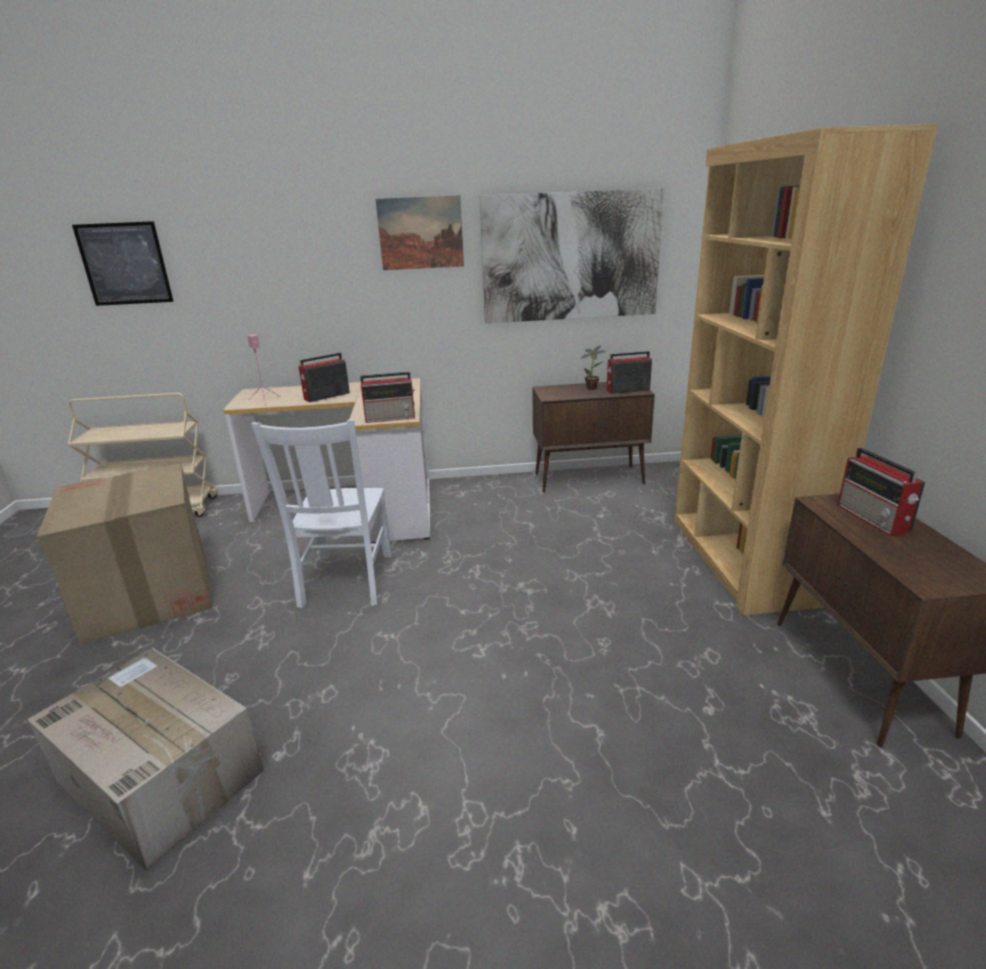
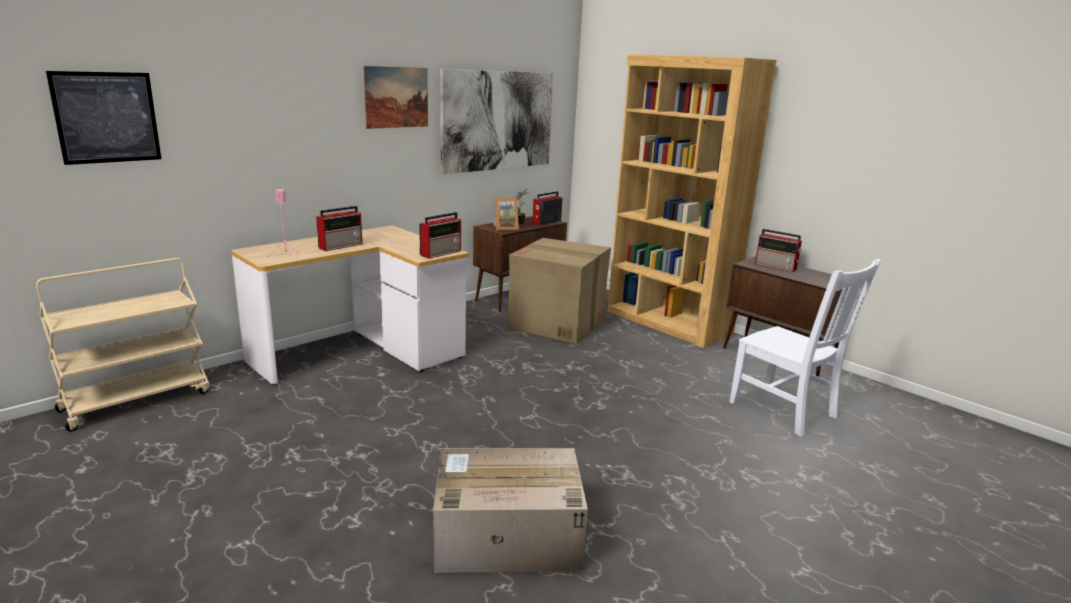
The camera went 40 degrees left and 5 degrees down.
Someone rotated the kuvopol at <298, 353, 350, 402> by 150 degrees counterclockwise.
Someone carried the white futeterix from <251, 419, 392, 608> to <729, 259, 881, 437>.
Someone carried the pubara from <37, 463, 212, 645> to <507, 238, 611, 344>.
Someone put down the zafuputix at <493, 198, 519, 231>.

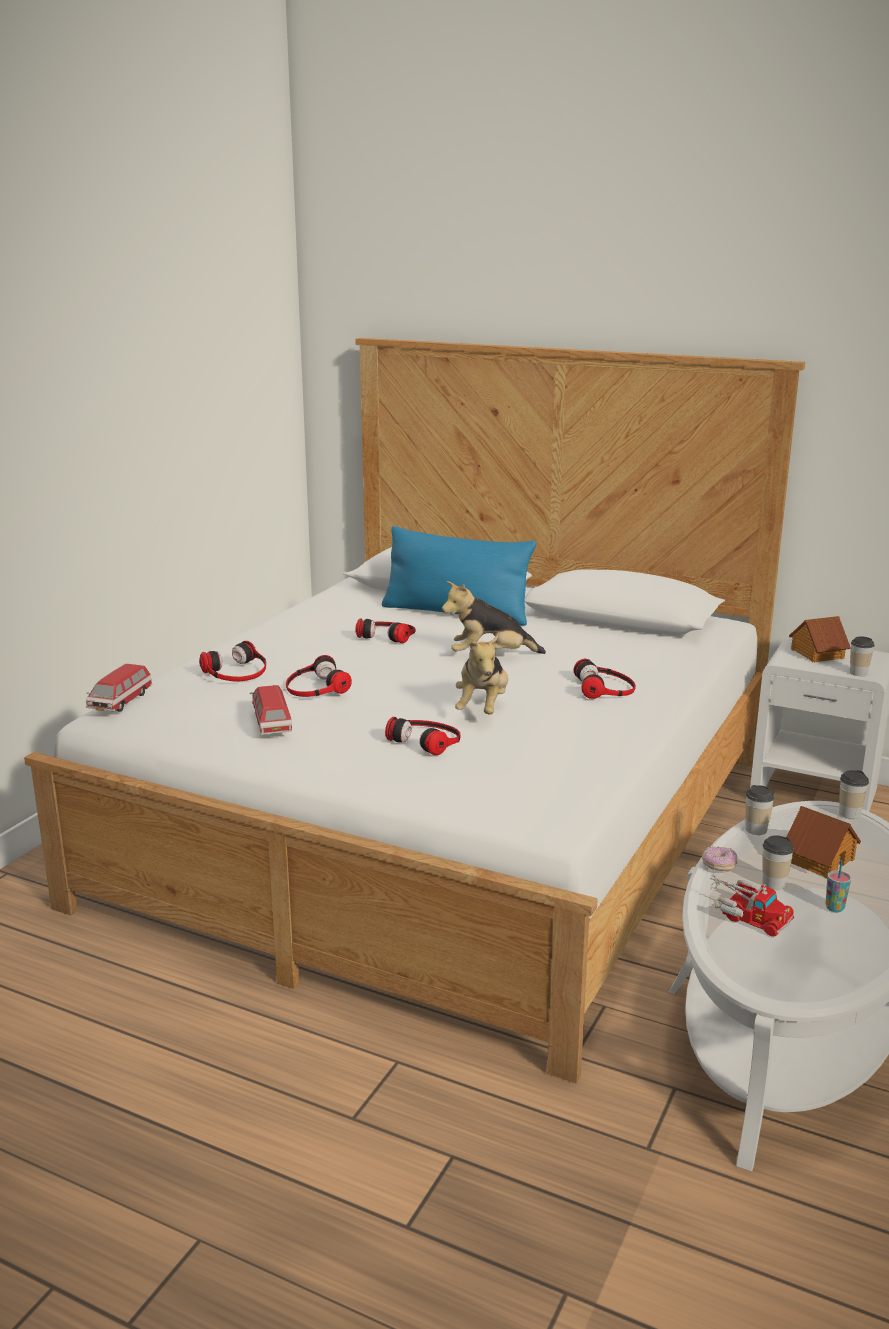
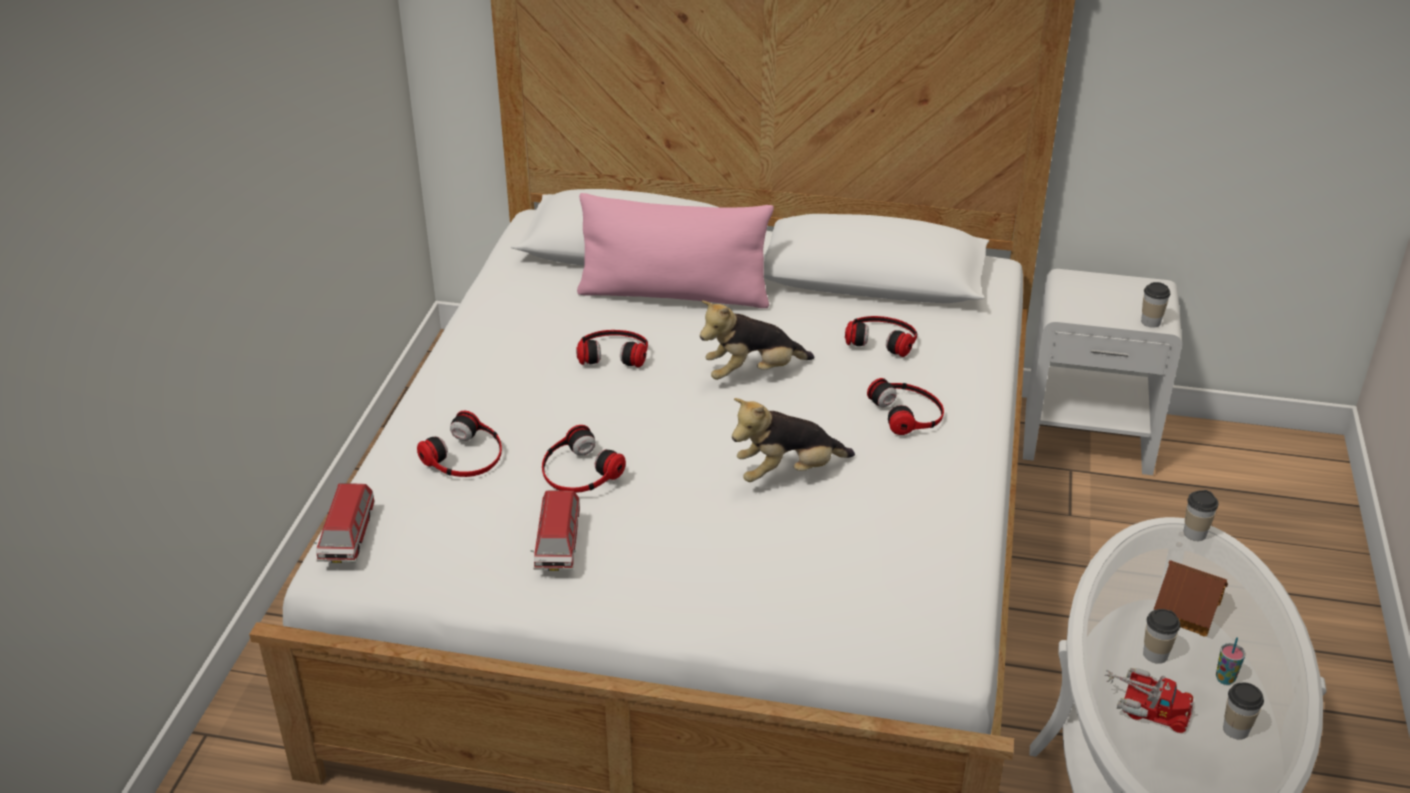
The camera went 15 degrees left and 15 degrees up.
Someone repainted the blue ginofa at <382, 526, 536, 626>, which became the pink ginofa at <577, 193, 774, 308>.
Someone took away the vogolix at <789, 616, 851, 662>.
Someone rotated the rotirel at <455, 635, 508, 714> by 75 degrees clockwise.
Someone rotated the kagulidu at <250, 685, 292, 735> by 150 degrees counterclockwise.
Someone carried the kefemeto from <385, 717, 461, 755> to <845, 316, 917, 357>.
Someone carried the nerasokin from <746, 785, 775, 835> to <1223, 683, 1264, 739>.
Someone took away the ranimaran at <702, 846, 737, 871>.

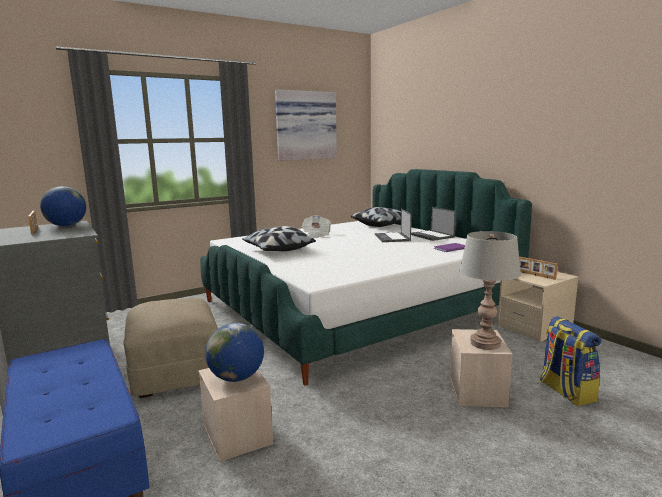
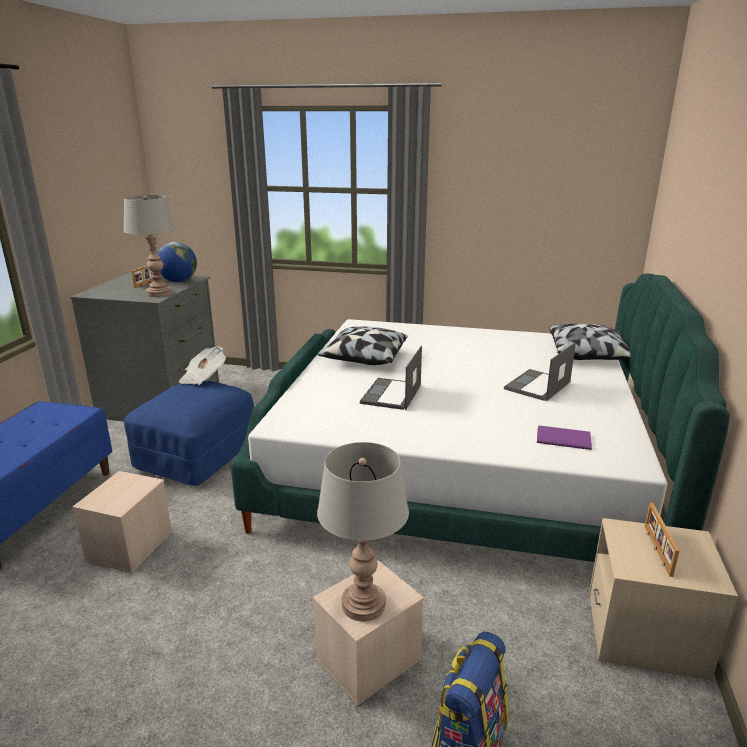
The camera went 45 degrees right and 10 degrees up.
Someone took away the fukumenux at <275, 90, 337, 161>.
Someone carried the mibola from <411, 207, 456, 241> to <360, 346, 422, 410>.
Someone carried the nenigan from <302, 215, 331, 238> to <179, 346, 226, 385>.
Someone repainted the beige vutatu at <123, 298, 218, 398>, which became the blue vutatu at <124, 380, 254, 486>.
Someone took away the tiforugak at <205, 323, 264, 382>.
Someone put down the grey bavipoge at <124, 195, 176, 297>.

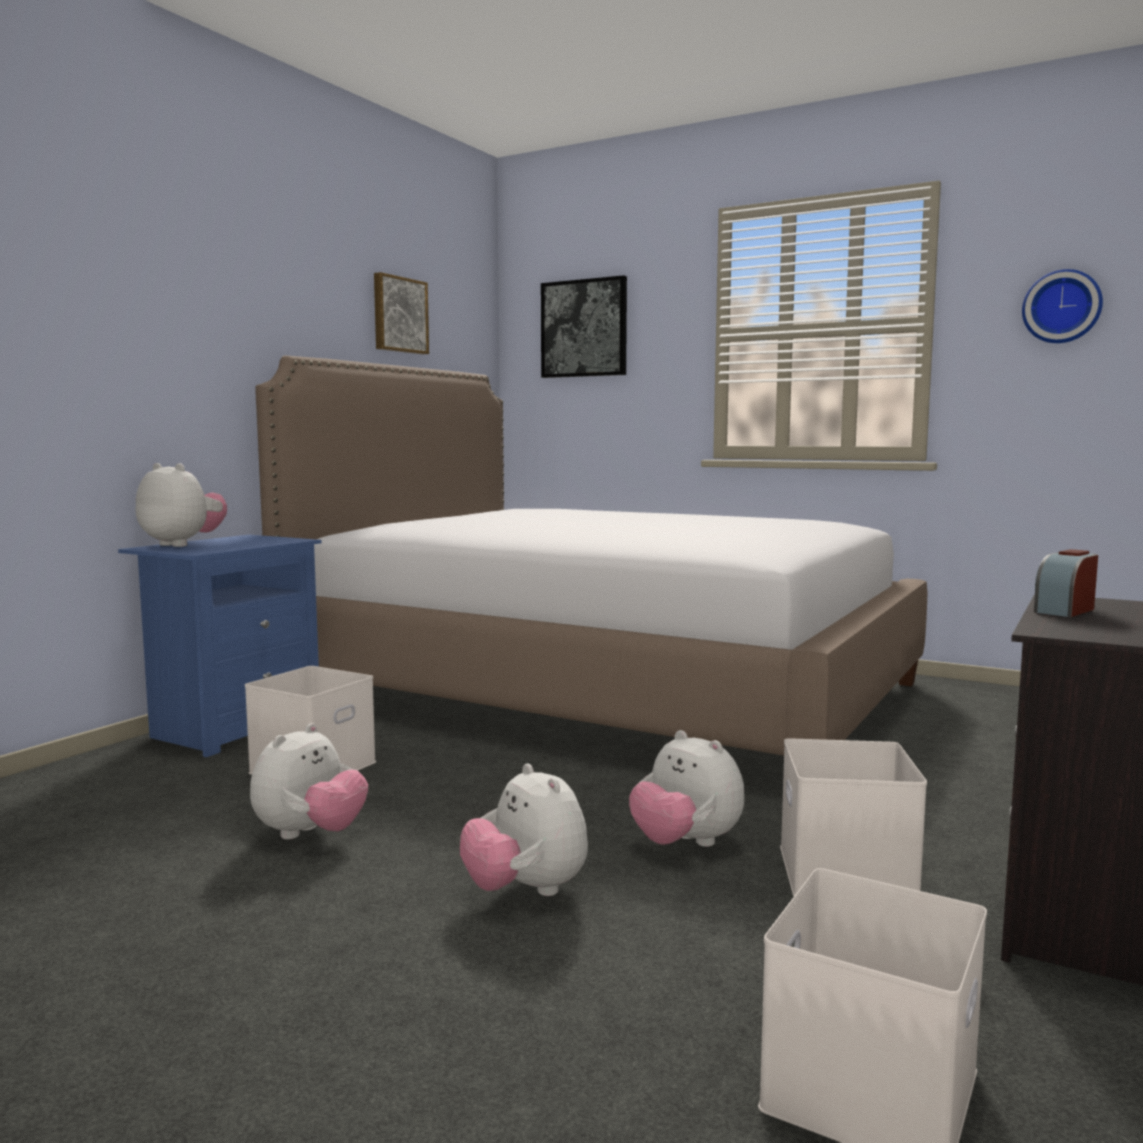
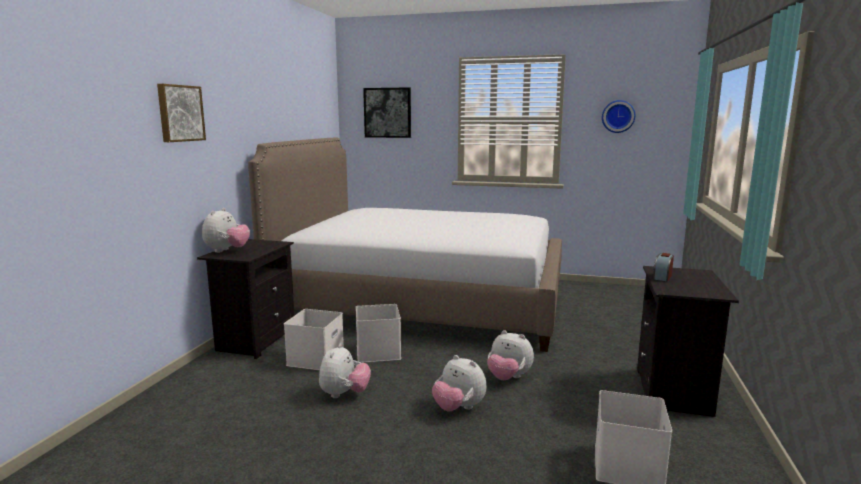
The camera went 15 degrees left and 5 degrees up.
Someone carried the fukumenux from <374, 272, 429, 354> to <157, 84, 206, 142>.
Someone rotated the rotirel at <135, 463, 227, 547> by 90 degrees clockwise.
Someone repainted the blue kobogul at <118, 535, 321, 757>, which became the black kobogul at <197, 239, 295, 359>.
Someone carried the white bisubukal from <780, 738, 927, 896> to <356, 304, 401, 363>.

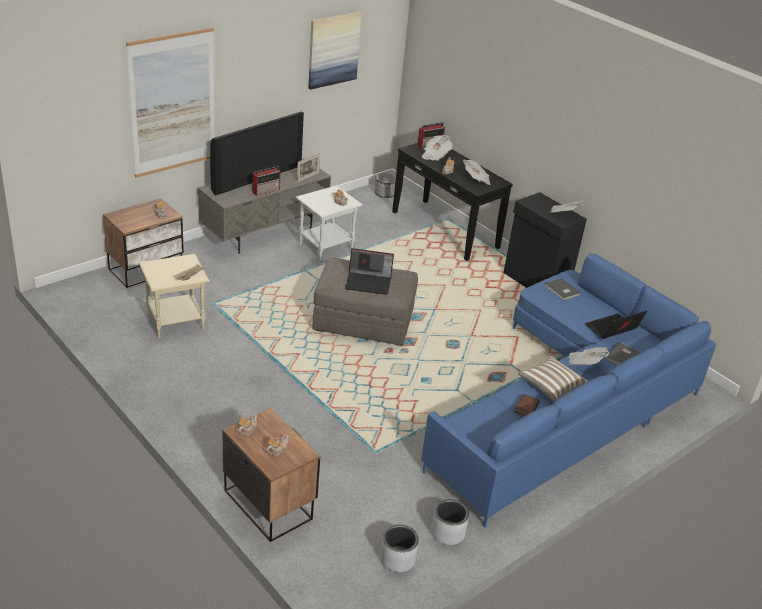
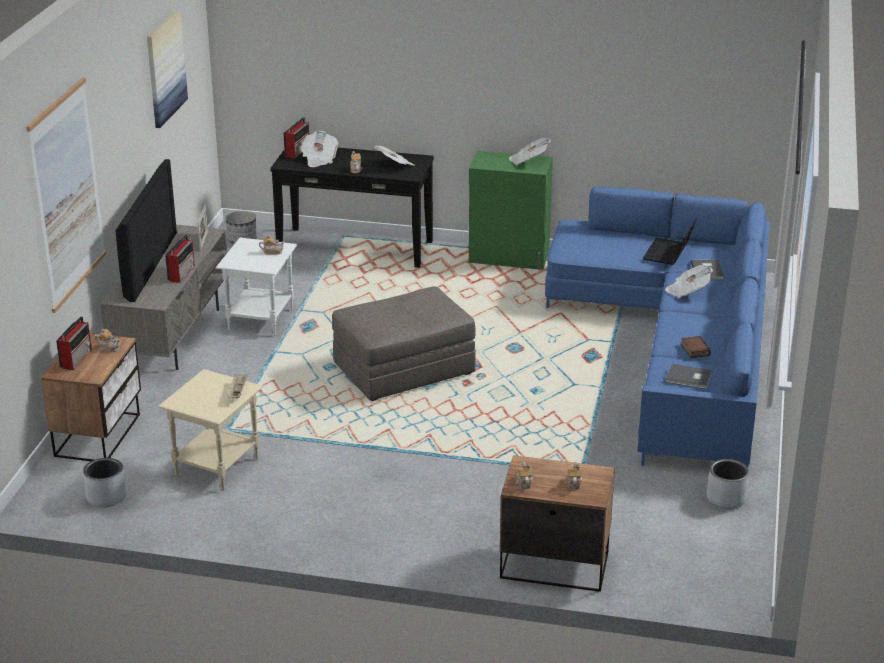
The camera went 35 degrees left and 5 degrees down.
Someone repainted the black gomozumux at <504, 192, 587, 288>, which became the green gomozumux at <469, 151, 553, 270>.
Someone took away the mibola at <345, 248, 394, 295>.
Someone carried the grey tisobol from <545, 278, 581, 300> to <665, 364, 712, 389>.
Someone took away the ginofa at <518, 356, 587, 402>.
Someone carried the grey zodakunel from <380, 524, 419, 572> to <83, 458, 126, 507>.
Someone put down the kuvopol at <56, 316, 92, 370>.

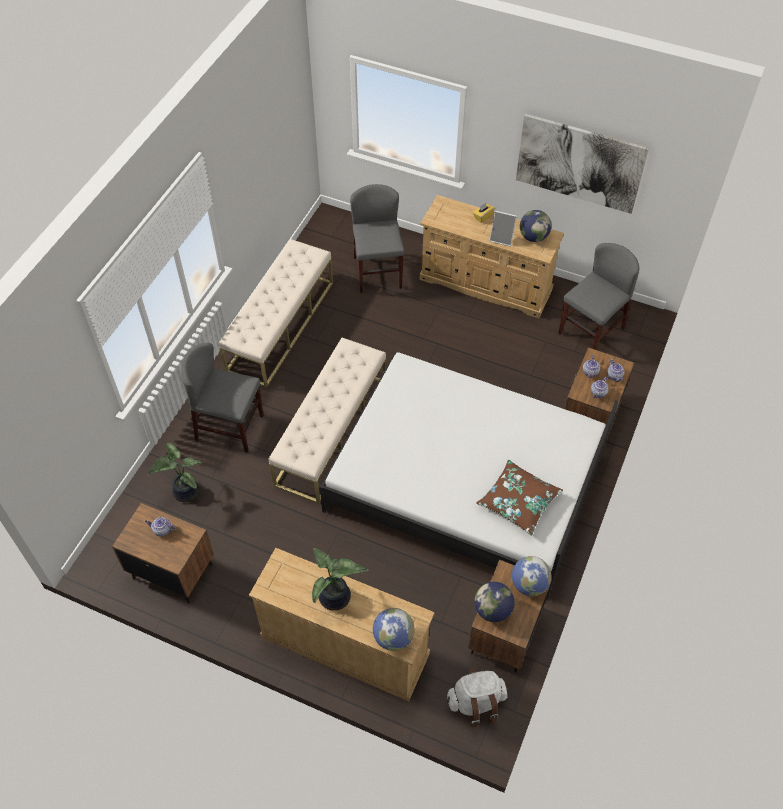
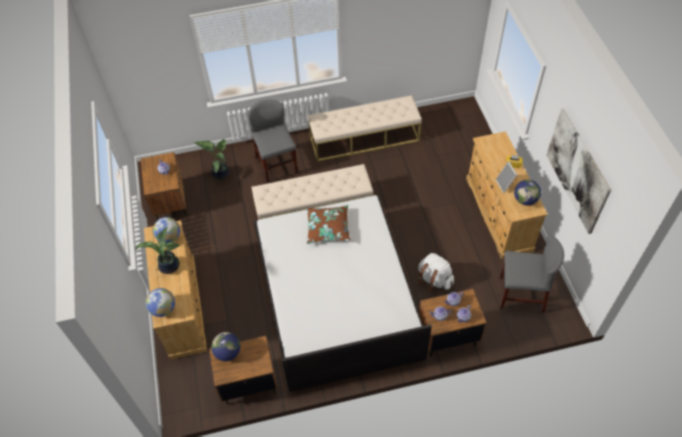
The camera went 55 degrees right and 0 degrees up.
Someone took away the grey futeterix at <350, 184, 404, 293>.
Someone carried the brown ginofa from <476, 460, 563, 536> to <306, 205, 350, 244>.
Someone carried the tiforugak from <512, 556, 552, 596> to <153, 217, 180, 243>.
Someone carried the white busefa from <446, 669, 507, 727> to <418, 253, 454, 292>.

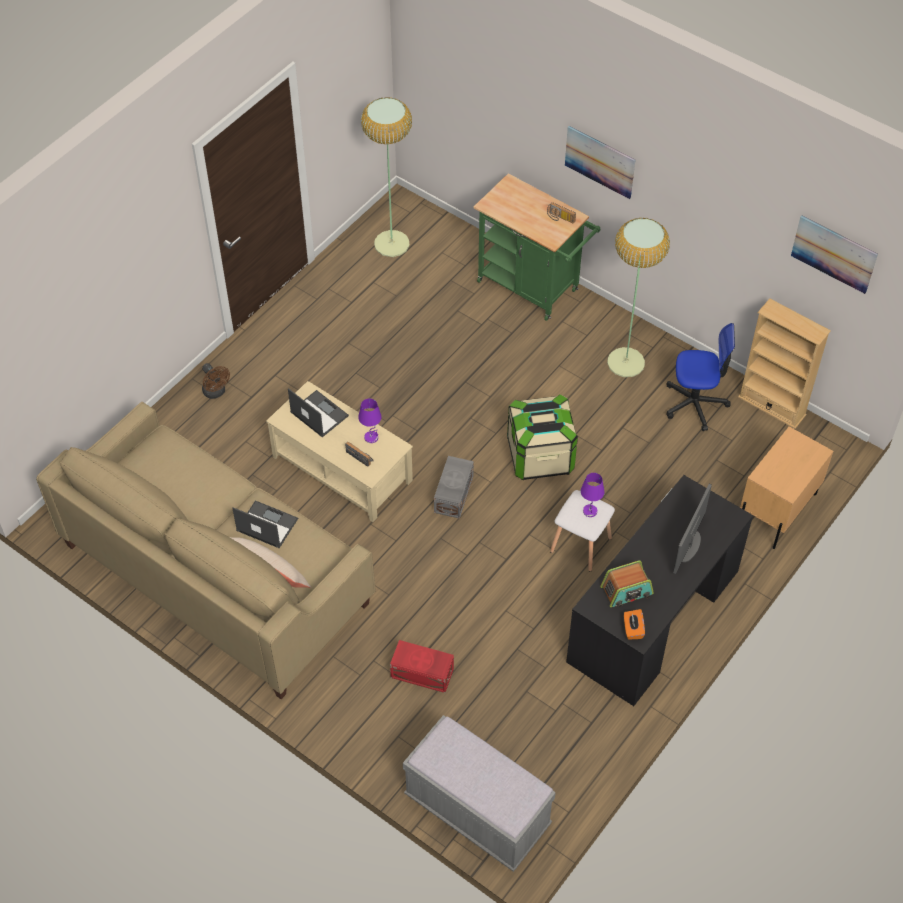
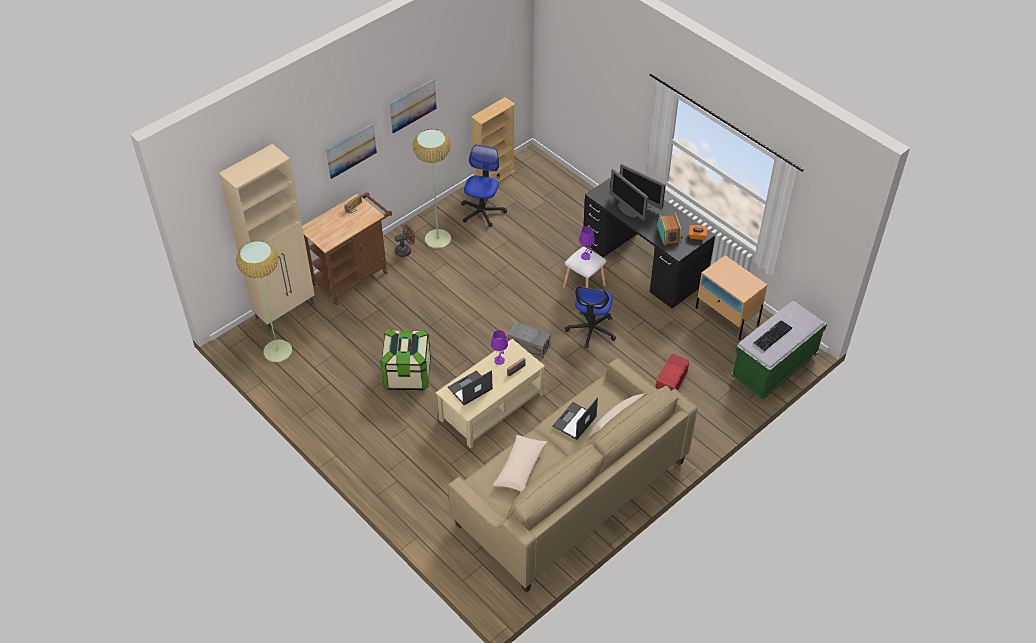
The camera went 80 degrees left and 5 degrees down.
Someone repainted the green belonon at <473, 173, 600, 321>, which became the brown belonon at <302, 192, 392, 306>.
Someone carried the fukumenux from <791, 215, 878, 294> to <390, 79, 437, 134>.
Someone carried the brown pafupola from <202, 363, 230, 399> to <395, 225, 415, 257>.
Someone carried the bisubukal from <507, 394, 578, 480> to <380, 330, 431, 391>.
Someone carried the beige kobogul from <740, 427, 833, 549> to <696, 255, 768, 340>.
Someone repainted the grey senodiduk at <403, 715, 556, 872>, which became the green senodiduk at <731, 301, 827, 399>.
Someone put down the beige gomozumux at <219, 144, 315, 331>.
Someone put down the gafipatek at <610, 169, 648, 221>.
Someone put down the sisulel at <565, 286, 616, 349>.
Someone put down the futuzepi at <754, 320, 792, 351>.
Someone put down the beige ginofa at <493, 435, 548, 492>.

